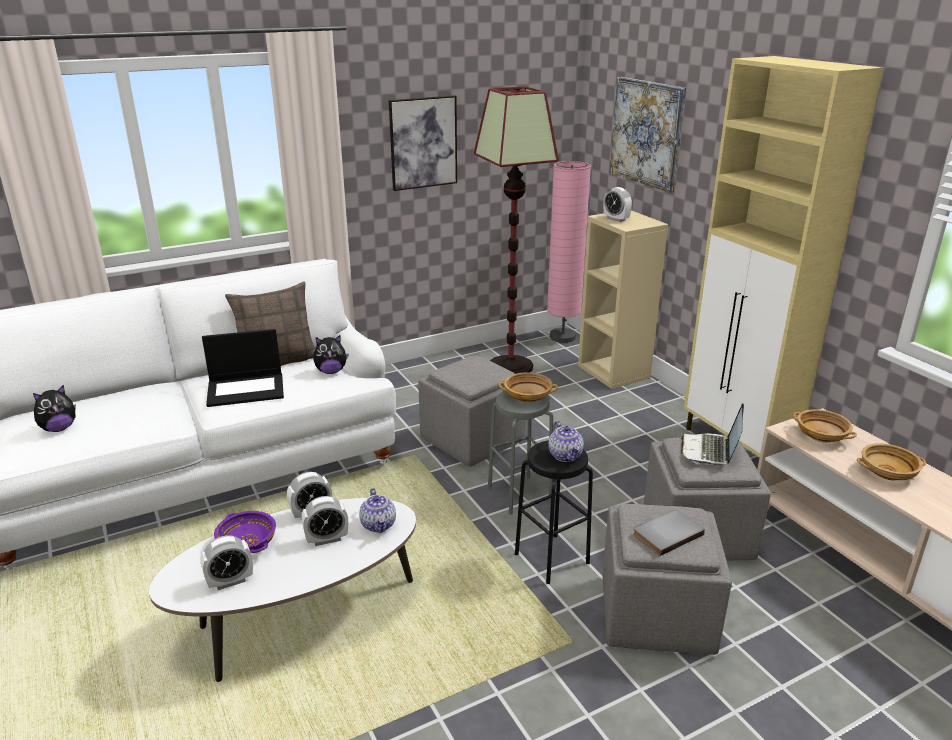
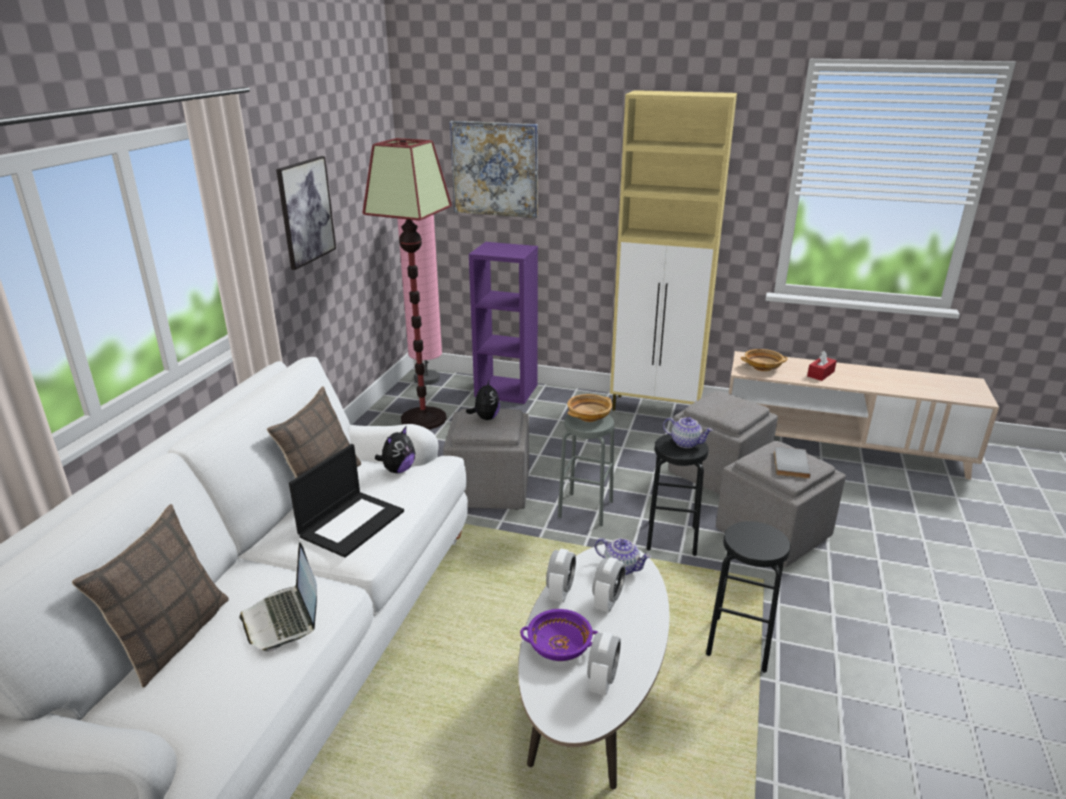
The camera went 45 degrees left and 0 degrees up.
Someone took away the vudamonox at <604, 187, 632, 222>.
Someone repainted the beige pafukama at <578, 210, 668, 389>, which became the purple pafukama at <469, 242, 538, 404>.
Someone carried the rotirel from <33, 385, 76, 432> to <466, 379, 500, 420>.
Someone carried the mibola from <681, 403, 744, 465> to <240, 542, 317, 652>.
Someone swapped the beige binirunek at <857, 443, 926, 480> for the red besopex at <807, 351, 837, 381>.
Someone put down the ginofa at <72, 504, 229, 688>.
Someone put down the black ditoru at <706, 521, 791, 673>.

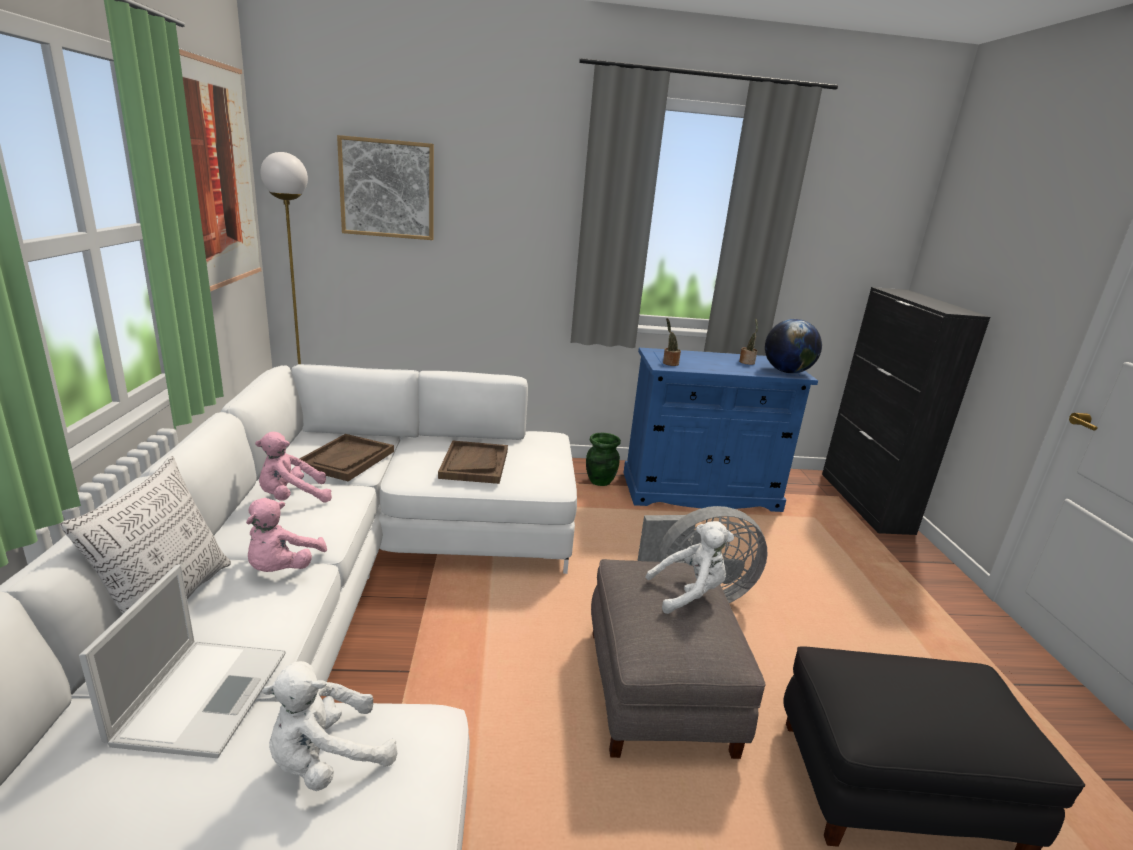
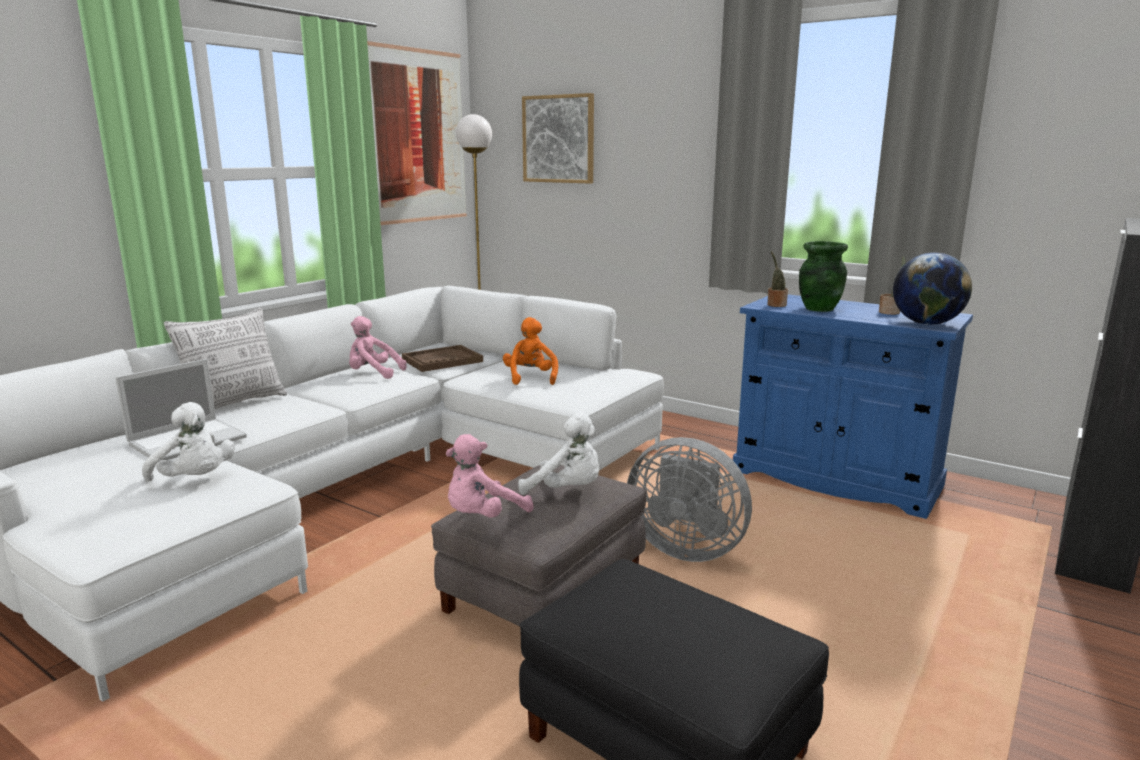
The camera went 40 degrees right and 5 degrees down.
Someone carried the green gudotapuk from <586, 433, 621, 486> to <799, 241, 848, 312>.
Someone swapped the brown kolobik at <438, 440, 508, 484> for the orange rotirel at <503, 317, 558, 385>.
Someone carried the pink rotirel from <246, 497, 327, 572> to <446, 434, 533, 518>.
Someone rotated the white rotirel at <262, 661, 398, 791> by 150 degrees counterclockwise.

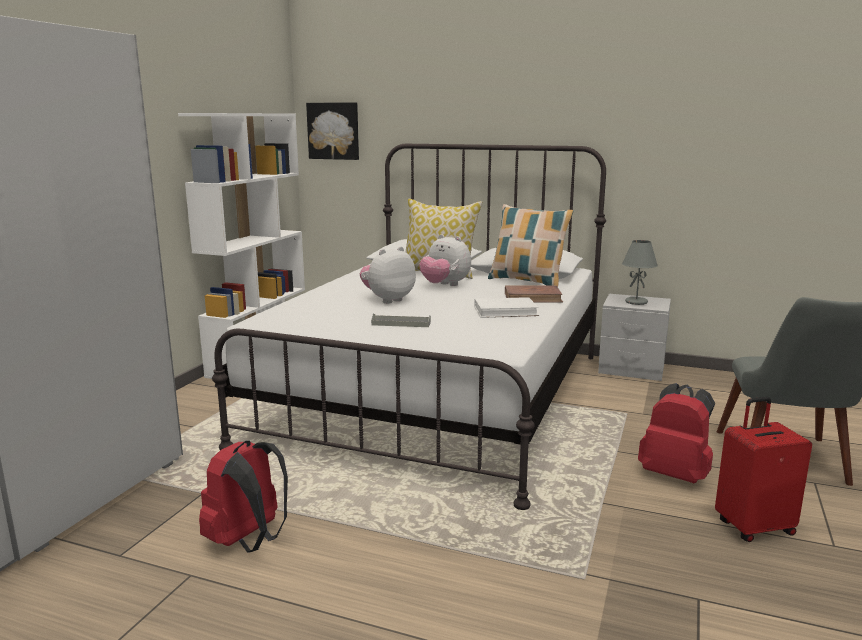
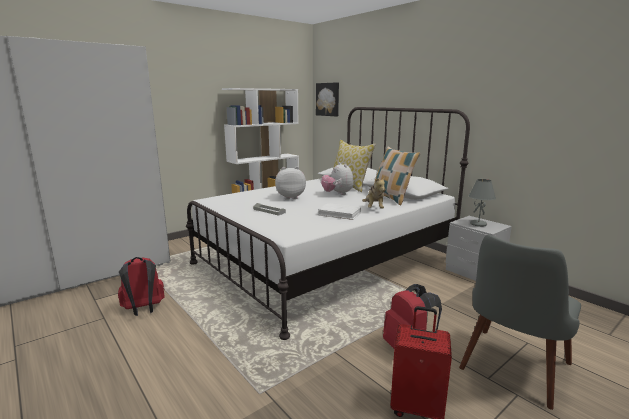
The camera went 30 degrees right and 0 degrees up.
Someone swapped the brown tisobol at <505, 285, 563, 303> for the rotirel at <362, 177, 386, 209>.

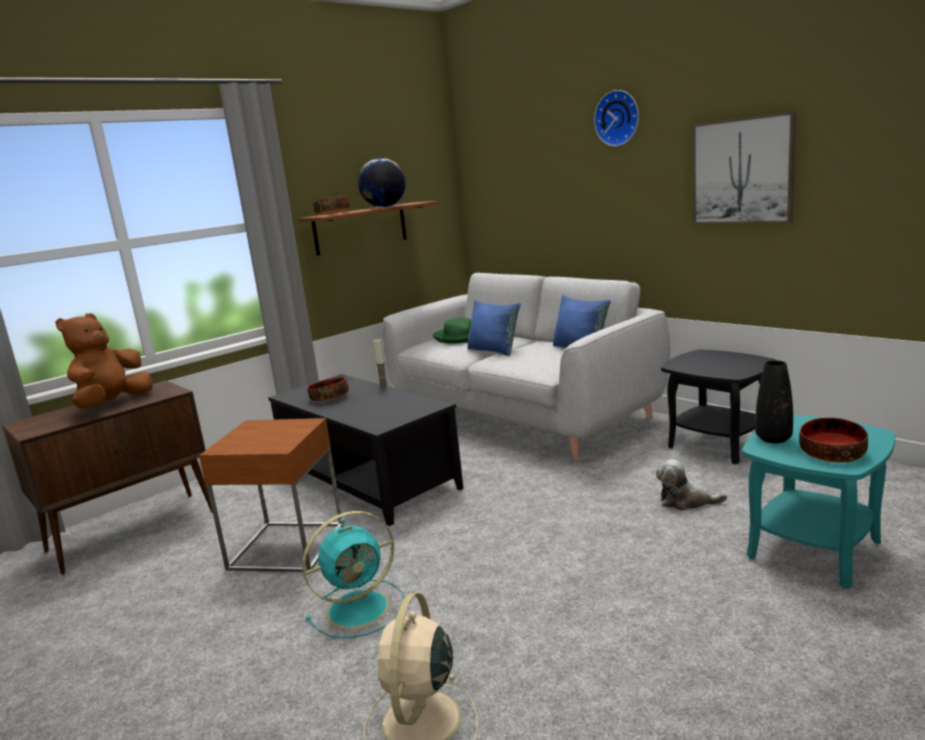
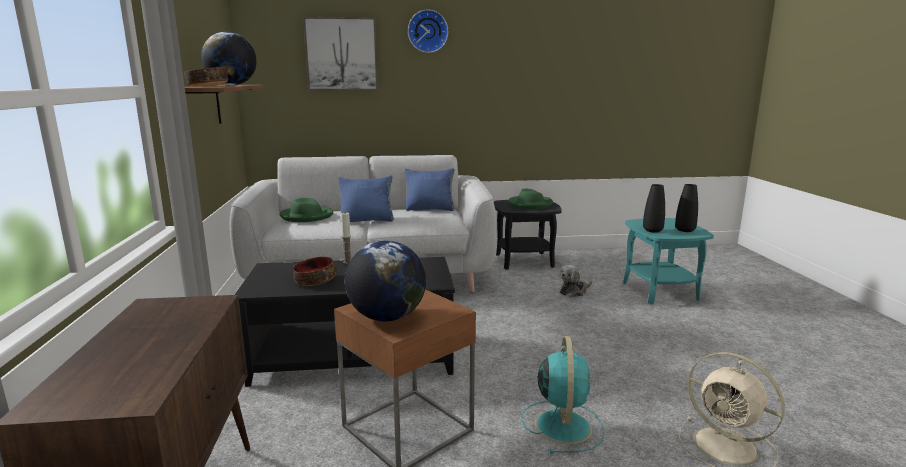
The camera went 55 degrees left and 0 degrees up.
Someone carried the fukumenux from <692, 112, 796, 224> to <303, 17, 378, 90>.
Someone took away the brown rotirel at <55, 313, 153, 408>.
Someone swapped the binirunek at <799, 418, 868, 463> for the black gudotapuk at <675, 184, 698, 232>.
Someone put down the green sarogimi at <508, 189, 553, 209>.
Someone put down the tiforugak at <345, 240, 426, 321>.

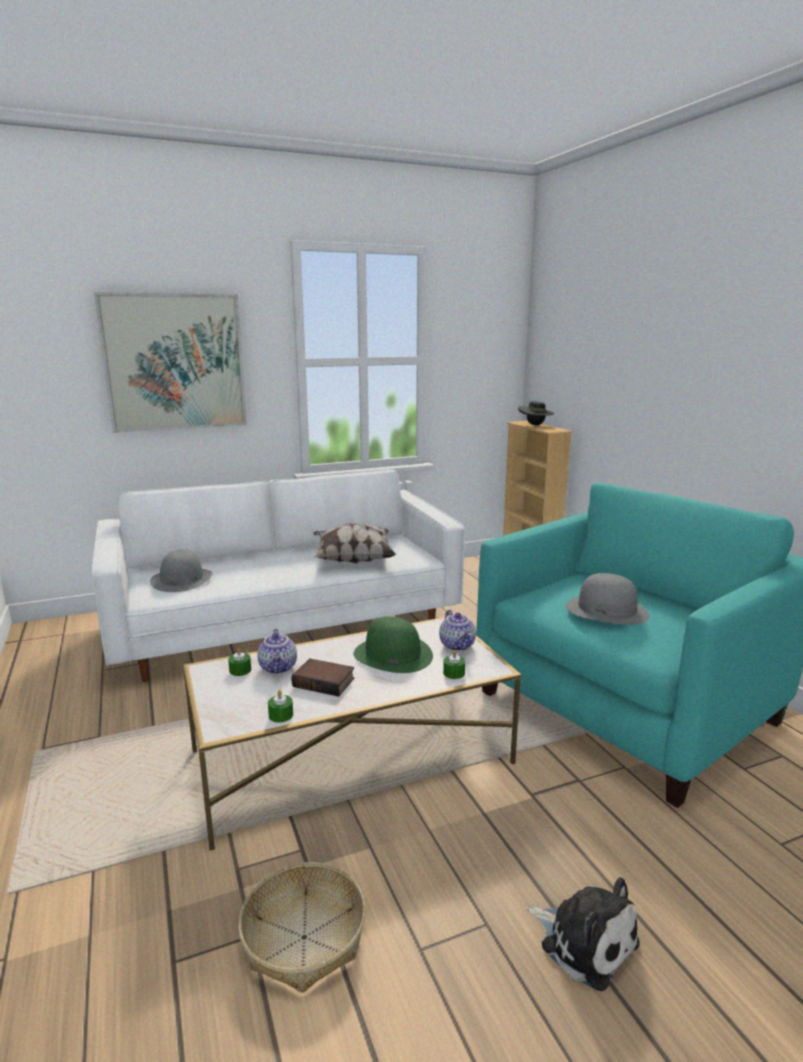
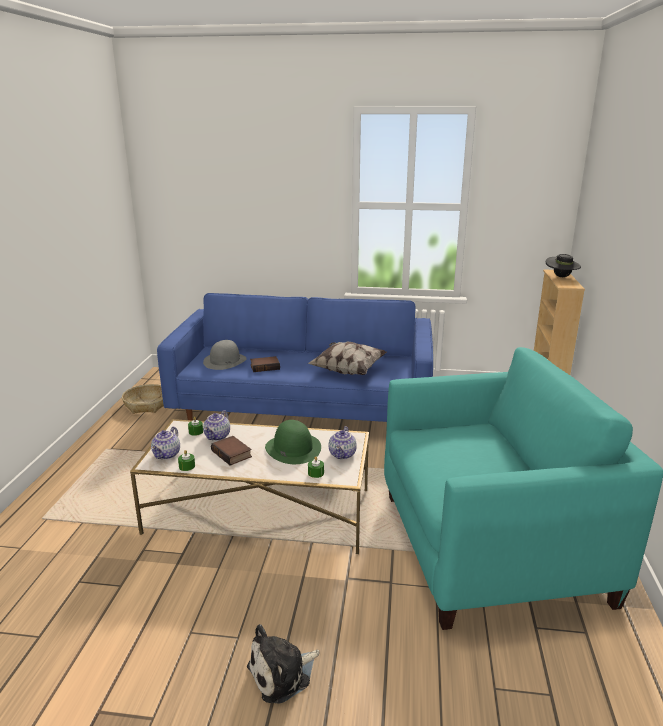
The camera went 30 degrees right and 5 degrees up.
Someone took away the fukumenux at <94, 292, 247, 433>.
Someone repainted the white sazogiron at <92, 469, 465, 682>, which became the blue sazogiron at <157, 293, 433, 422>.
Someone took away the grey sarogimi at <566, 573, 650, 625>.
Someone carried the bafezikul from <238, 862, 366, 993> to <122, 384, 164, 414>.
Someone rotated the rotirel at <526, 877, 640, 991> by 75 degrees clockwise.
Someone put down the tisobol at <250, 356, 280, 372>.
Someone put down the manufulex at <151, 427, 180, 460>.

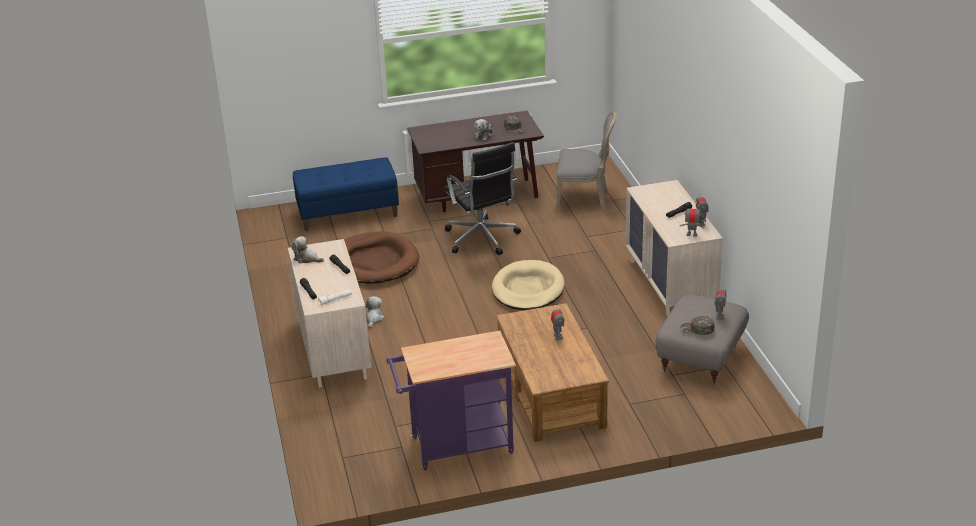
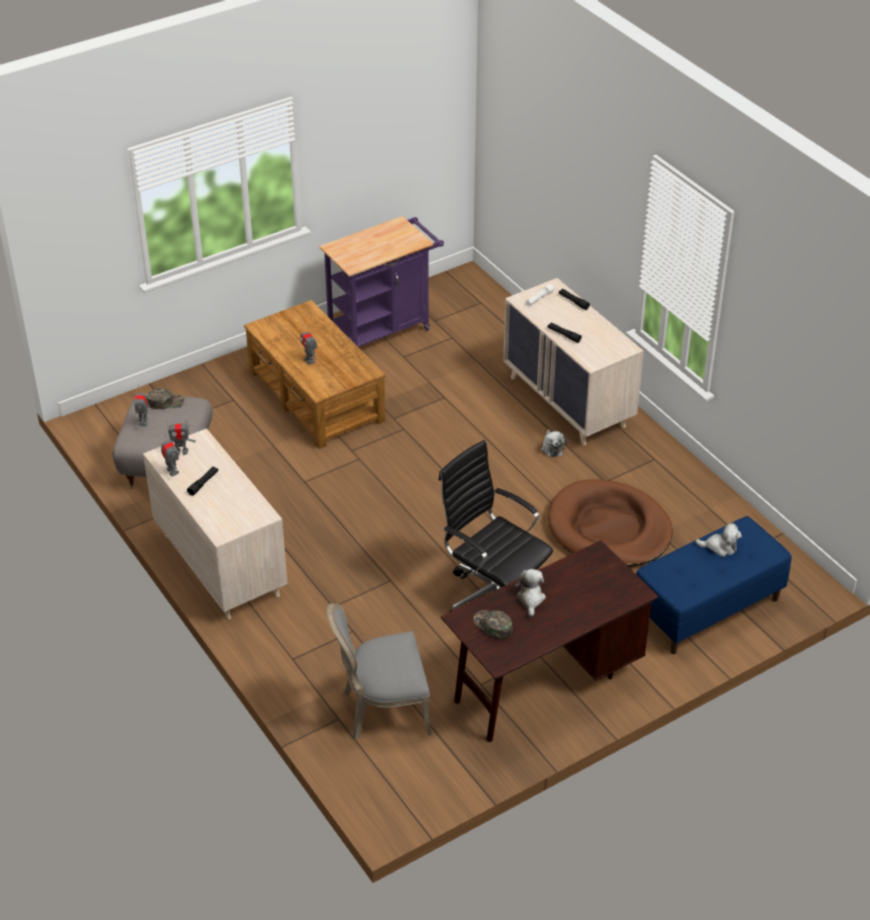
The camera went 160 degrees right and 10 degrees up.
Someone carried the rotirel from <291, 236, 324, 263> to <695, 523, 742, 557>.
Someone took away the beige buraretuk at <492, 260, 565, 310>.

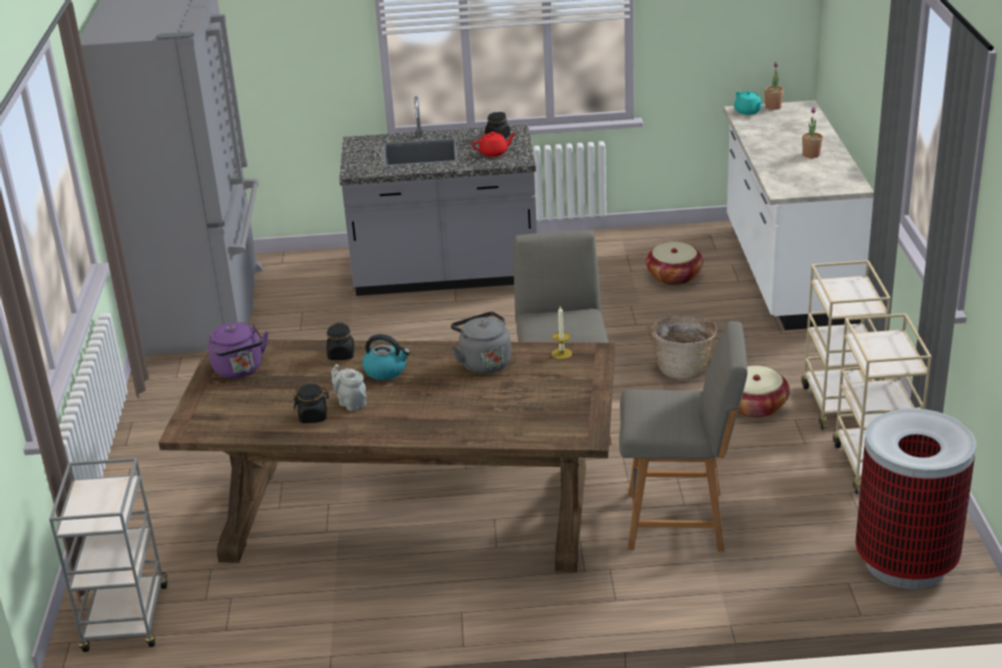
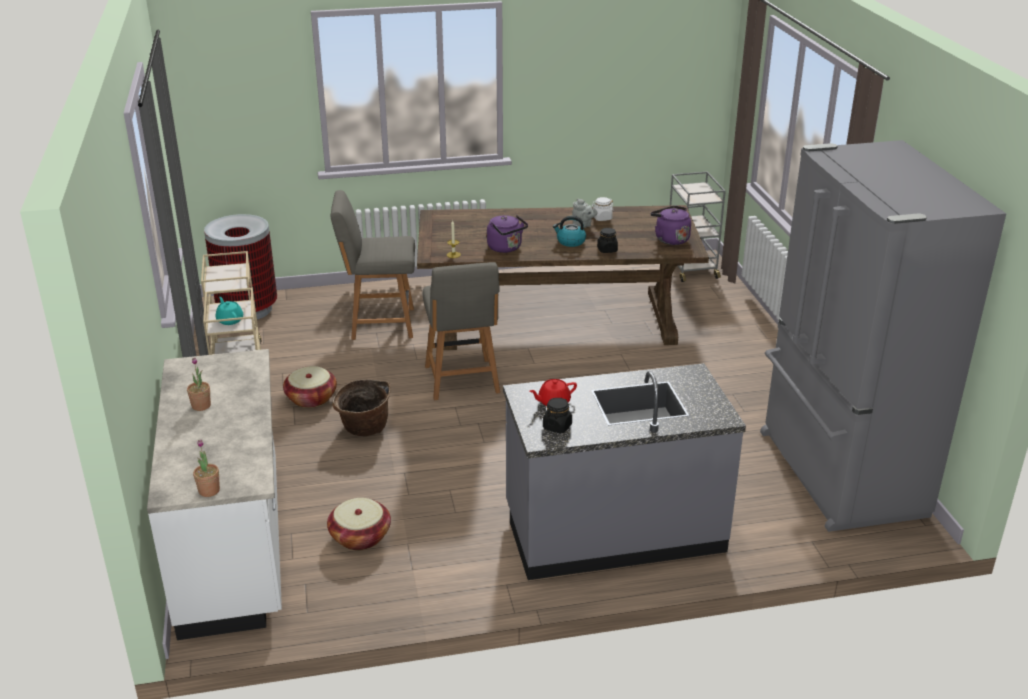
The camera went 170 degrees right and 0 degrees up.
Someone carried the turquoise manufulex from <734, 90, 762, 115> to <216, 297, 243, 325>.
Someone repainted the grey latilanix at <451, 312, 511, 374>, which became the purple latilanix at <487, 215, 528, 253>.
Someone repainted the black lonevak at <293, 384, 329, 423>, which became the white lonevak at <592, 197, 614, 221>.

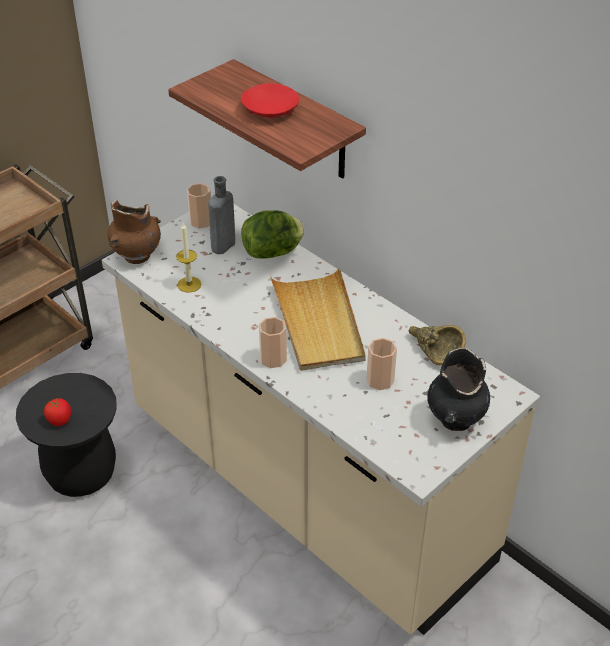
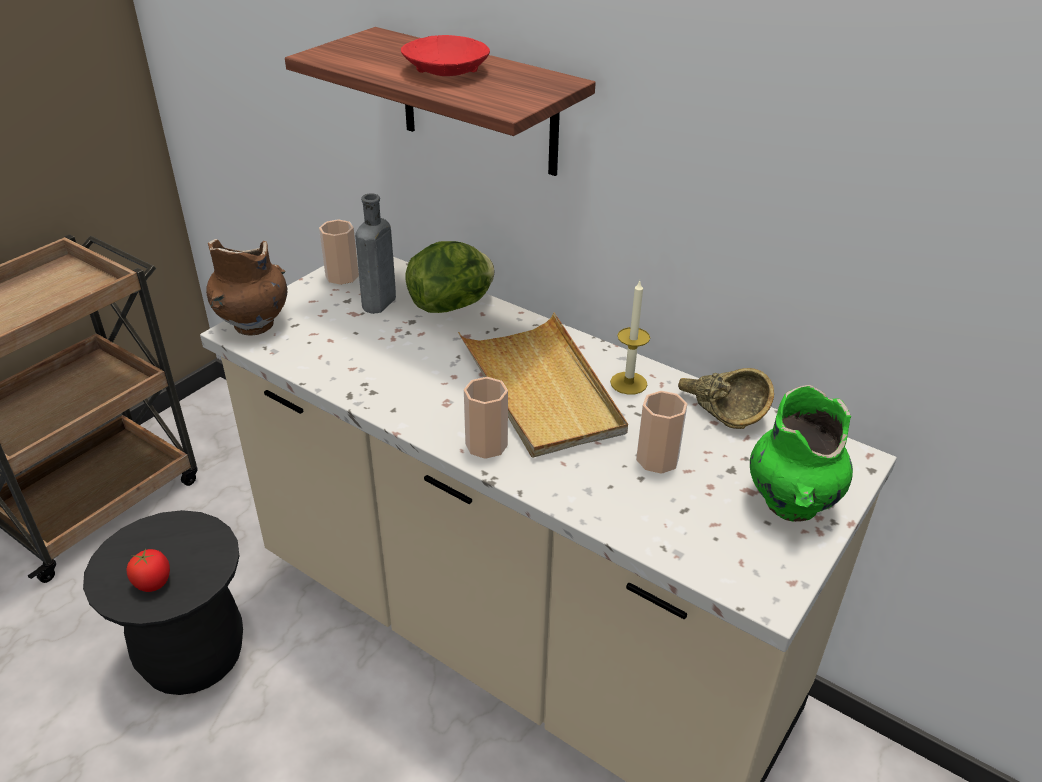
The camera went 10 degrees left and 5 degrees down.
Someone carried the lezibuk from <176, 223, 201, 293> to <610, 281, 650, 395>.
Someone repainted the black gudotapuk at <427, 348, 490, 431>, which became the green gudotapuk at <750, 385, 853, 522>.

